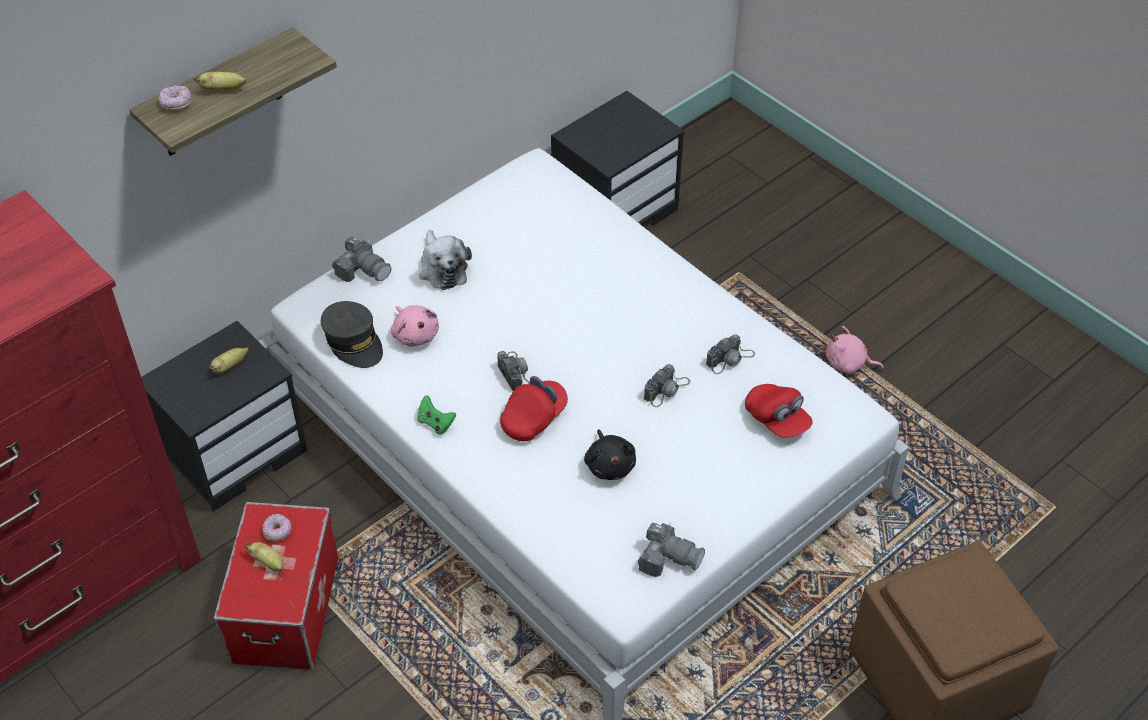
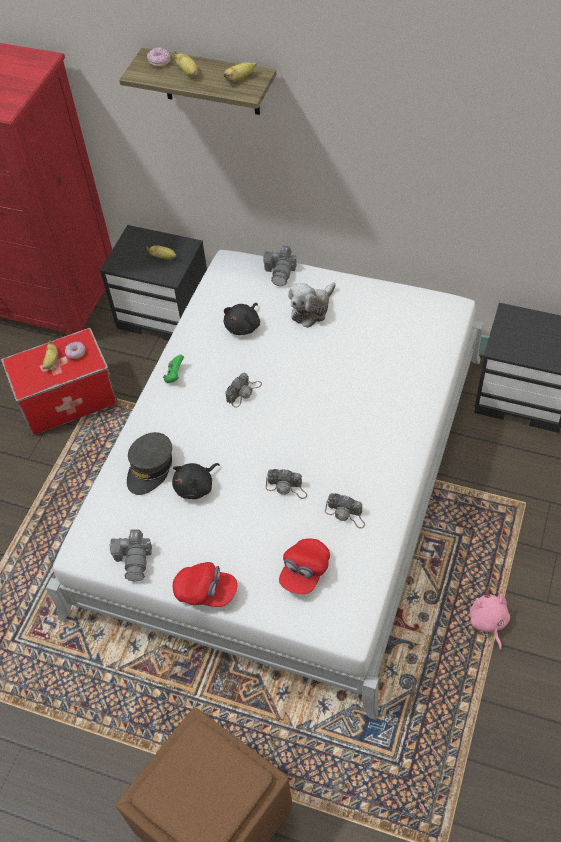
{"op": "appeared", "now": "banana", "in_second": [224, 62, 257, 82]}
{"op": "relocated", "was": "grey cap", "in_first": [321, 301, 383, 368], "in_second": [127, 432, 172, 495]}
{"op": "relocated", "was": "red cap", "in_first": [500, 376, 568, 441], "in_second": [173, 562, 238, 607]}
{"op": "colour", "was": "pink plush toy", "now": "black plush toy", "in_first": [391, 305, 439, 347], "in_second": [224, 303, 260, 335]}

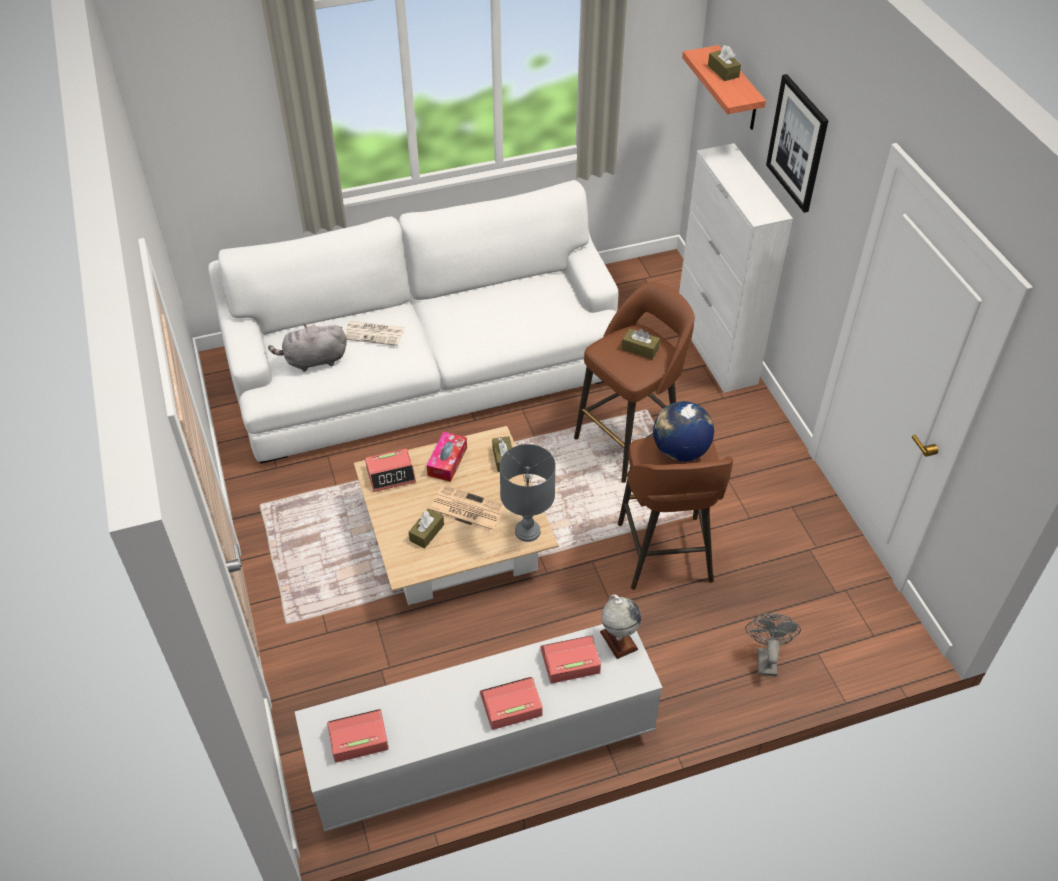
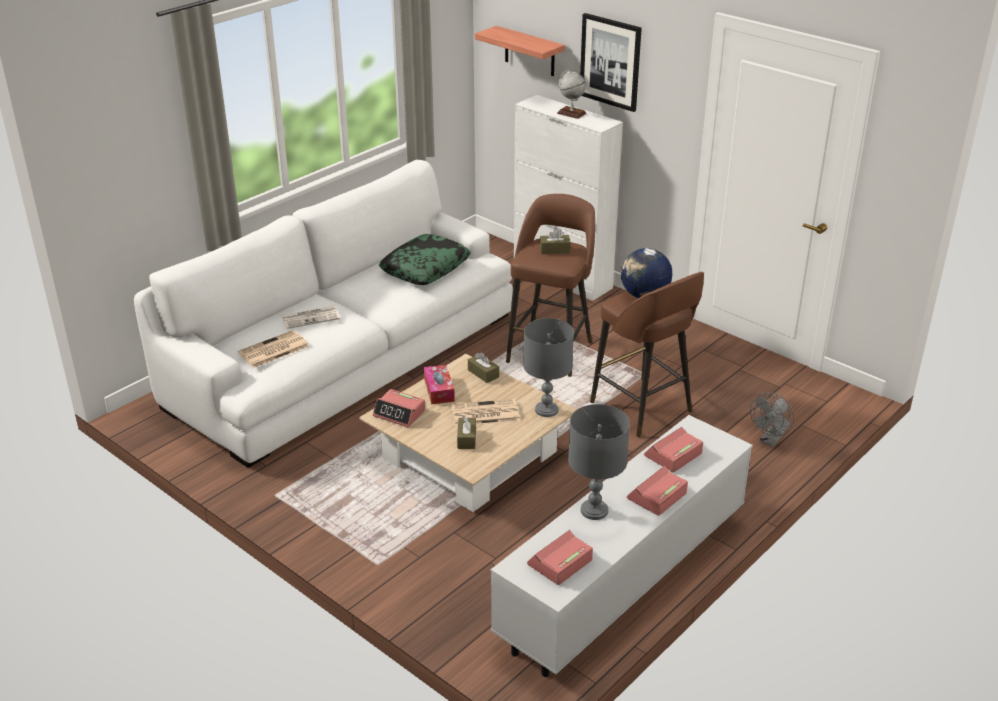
{"op": "missing", "was": "brown tissue box", "in_first": [708, 45, 741, 81]}
{"op": "appeared", "now": "pillow", "in_second": [379, 234, 471, 285]}
{"op": "appeared", "now": "grey table lamp", "in_second": [568, 404, 630, 520]}
{"op": "relocated", "was": "globe", "in_first": [600, 594, 641, 659], "in_second": [557, 70, 586, 119]}
{"op": "exchanged", "was": "grey plush toy", "now": "newspaper", "in_first": [268, 323, 347, 372], "in_second": [238, 330, 310, 368]}
{"op": "spun", "was": "alarm clock", "in_first": [365, 449, 416, 492], "in_second": [373, 389, 425, 427], "clockwise": 75}
{"op": "spun", "was": "grey fan", "in_first": [745, 613, 801, 676], "in_second": [750, 392, 794, 447], "clockwise": -120}

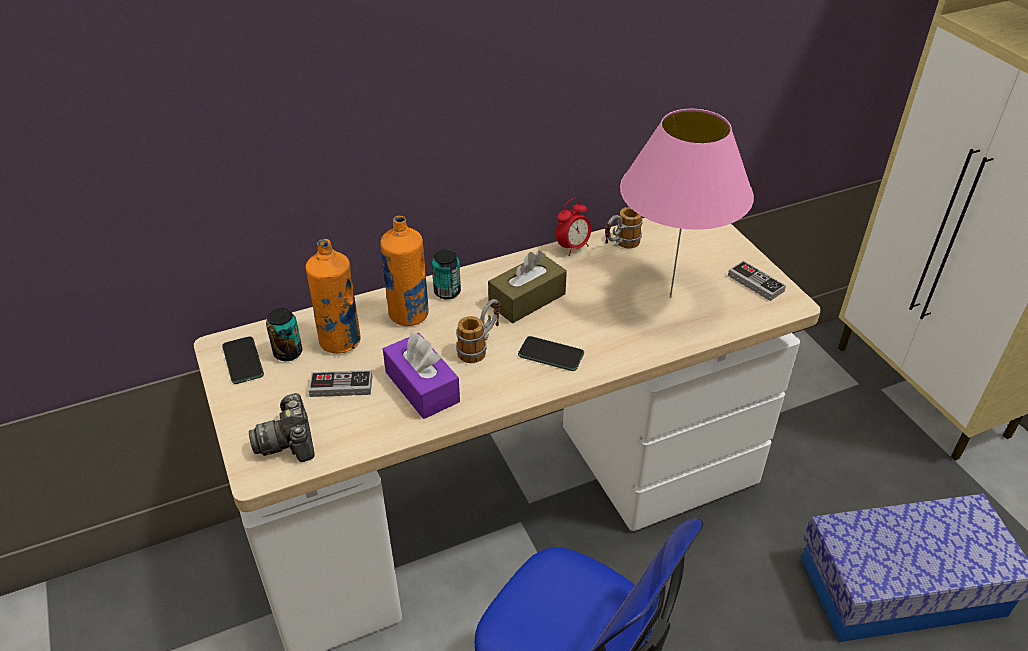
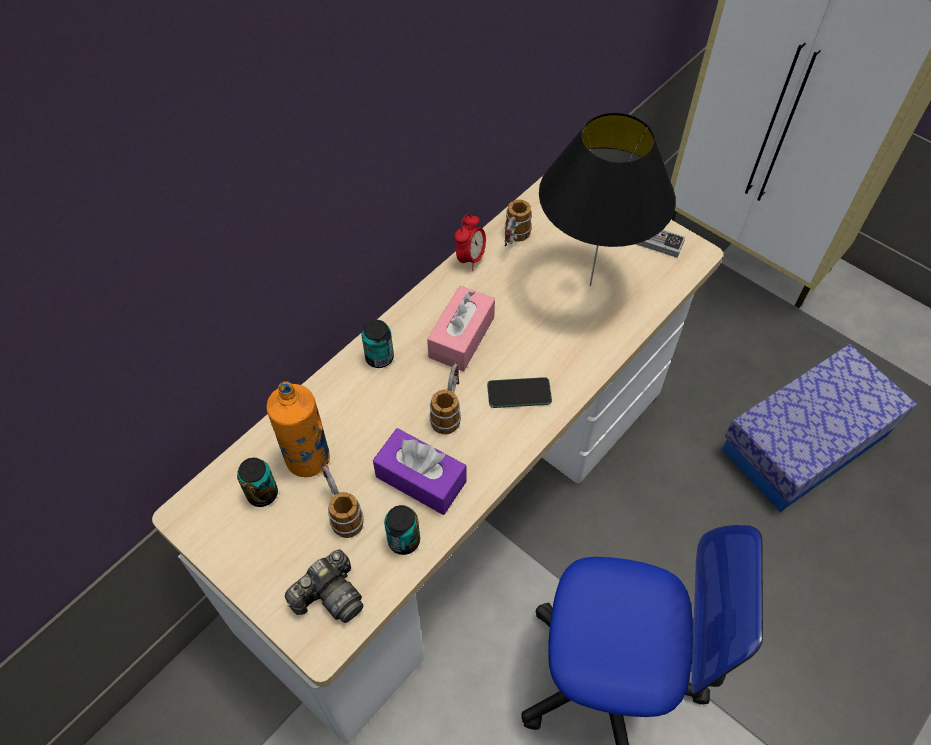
{"op": "missing", "was": "phone", "in_first": [222, 336, 264, 384]}
{"op": "missing", "was": "orange bottle", "in_first": [380, 216, 429, 326]}
{"op": "appeared", "now": "can", "in_second": [384, 505, 420, 555]}
{"op": "exchanged", "was": "game controller", "now": "mug", "in_first": [308, 370, 372, 397], "in_second": [321, 465, 364, 538]}
{"op": "colour", "was": "brown tissue box", "now": "pink tissue box", "in_first": [488, 250, 567, 323], "in_second": [427, 286, 495, 371]}
{"op": "colour", "was": "pink table lamp", "now": "black table lamp", "in_first": [620, 109, 754, 298], "in_second": [539, 112, 676, 286]}
{"op": "spun", "was": "photo camera", "in_first": [249, 393, 314, 462], "in_second": [285, 550, 364, 623], "clockwise": -90}

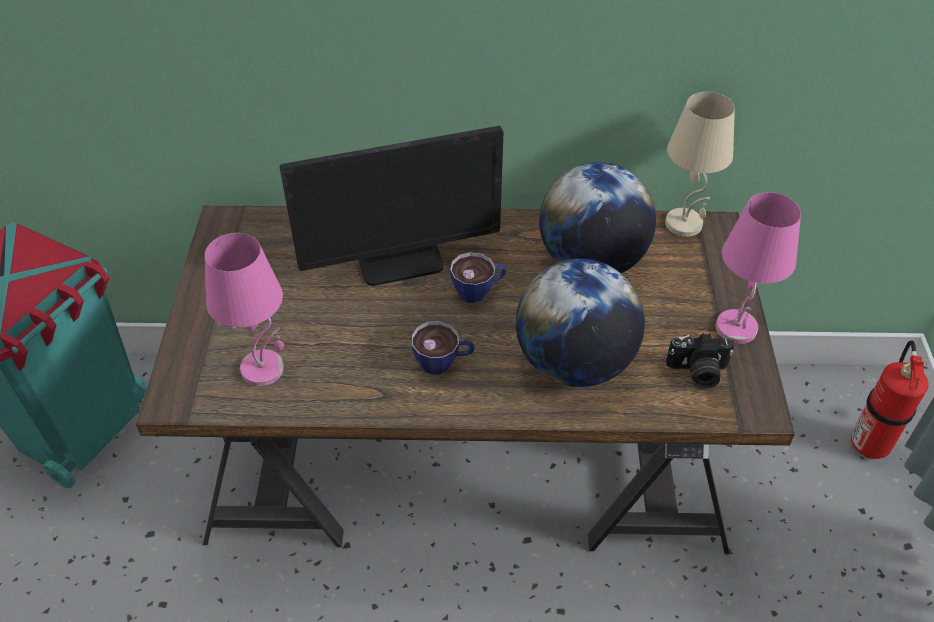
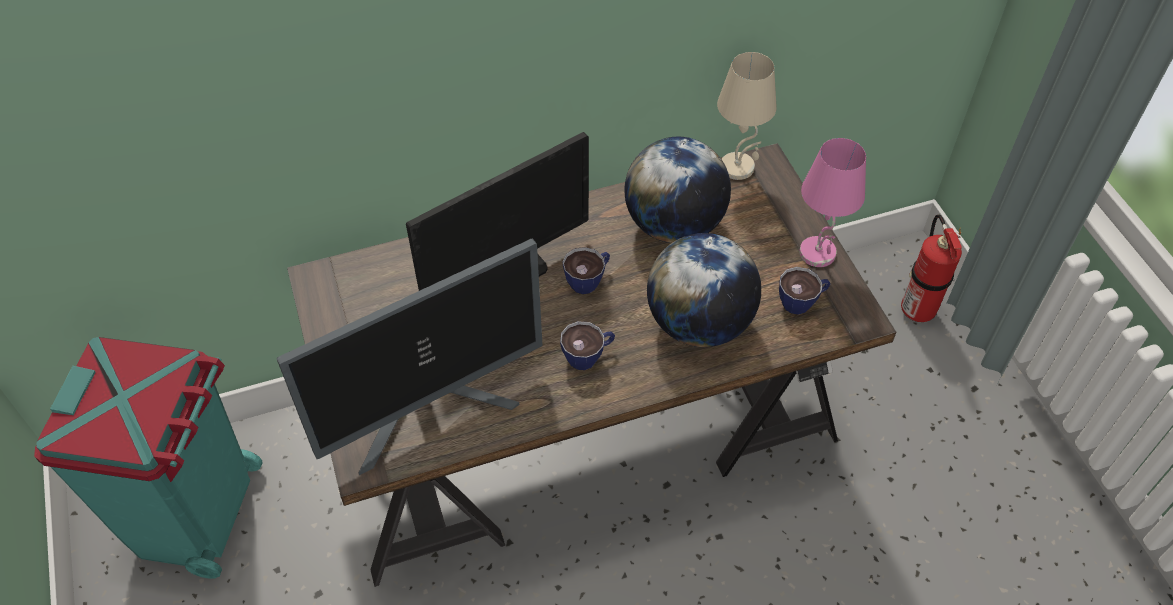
{"op": "exchanged", "was": "pink table lamp", "now": "monitor", "in_first": [205, 233, 284, 386], "in_second": [276, 238, 543, 475]}
{"op": "exchanged", "was": "photo camera", "now": "cup", "in_first": [666, 333, 734, 388], "in_second": [779, 267, 831, 315]}

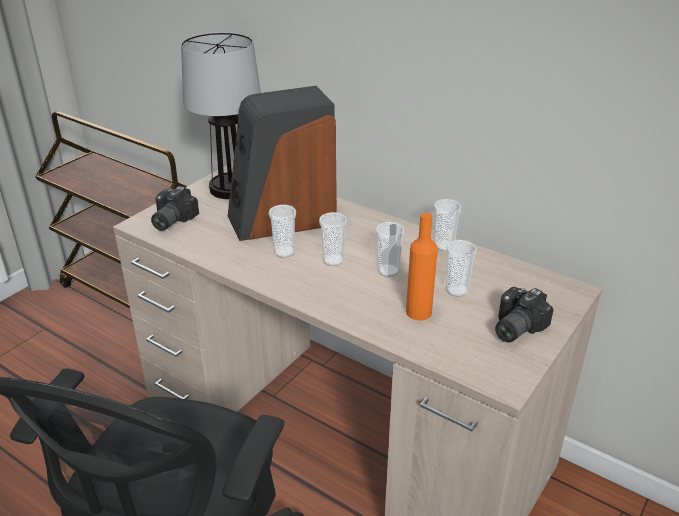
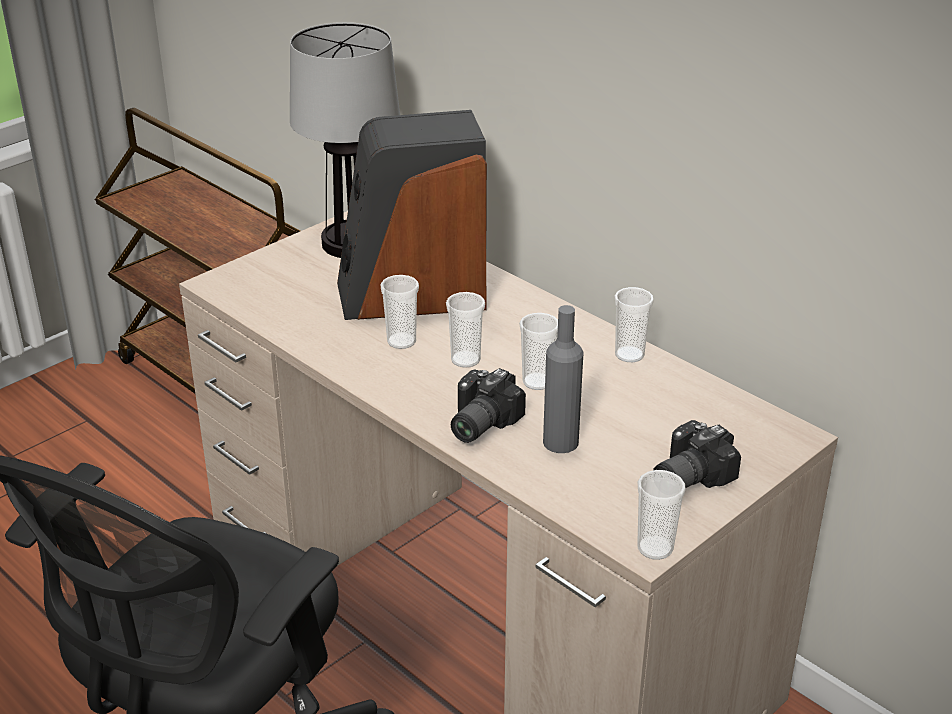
{"op": "relocated", "was": "photo camera", "in_first": [151, 186, 199, 231], "in_second": [451, 368, 526, 443]}
{"op": "relocated", "was": "cup", "in_first": [446, 240, 477, 297], "in_second": [637, 470, 686, 560]}
{"op": "colour", "was": "orange bottle", "now": "grey bottle", "in_first": [406, 213, 438, 320], "in_second": [543, 305, 583, 453]}

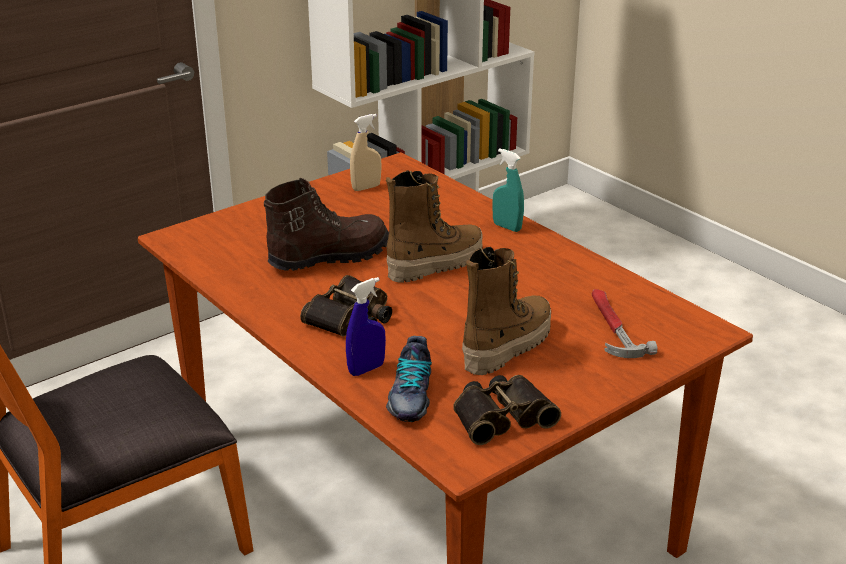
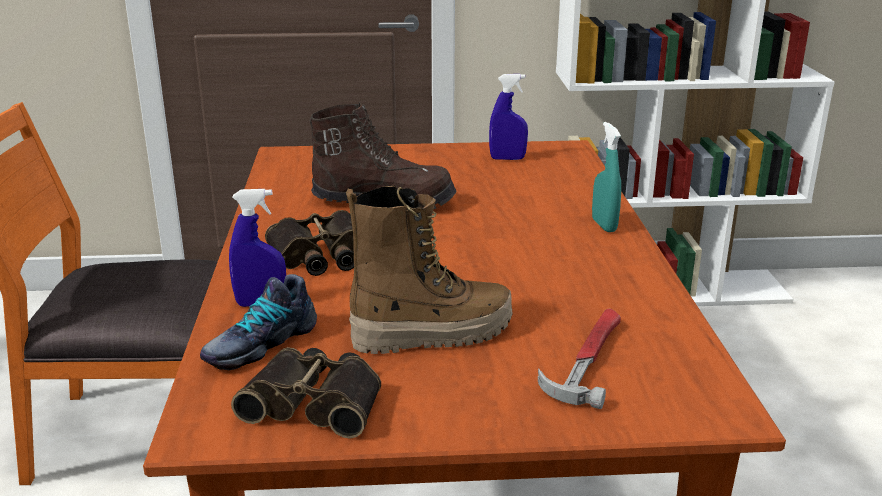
{"op": "missing", "was": "boot", "in_first": [386, 170, 483, 283]}
{"op": "colour", "was": "beige spray bottle", "now": "blue spray bottle", "in_first": [350, 114, 382, 191], "in_second": [489, 74, 528, 160]}

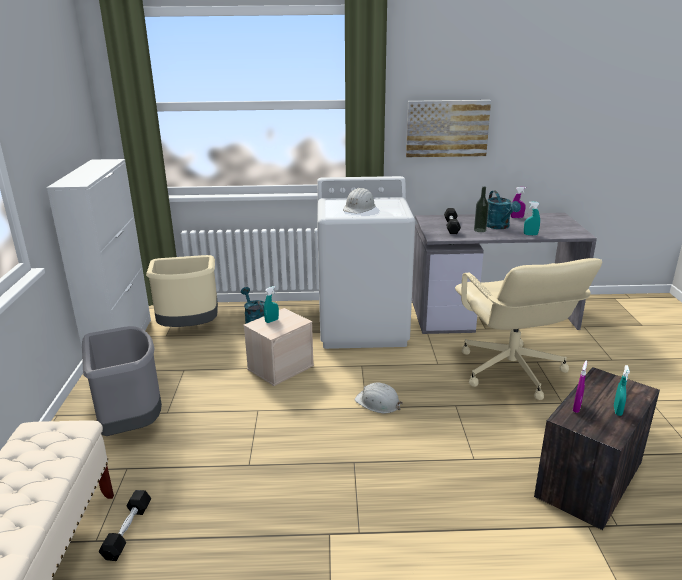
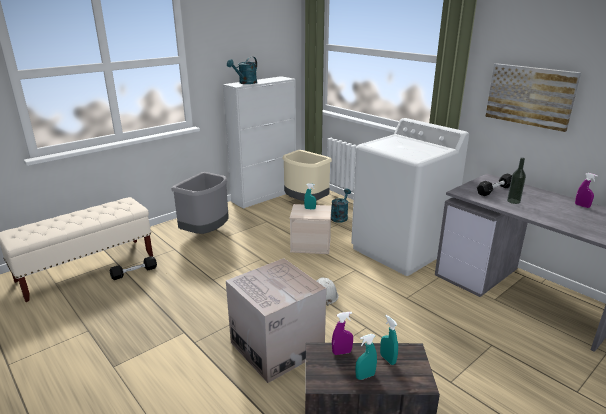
{"op": "missing", "was": "white hard hat", "in_first": [343, 188, 376, 213]}
{"op": "missing", "was": "beige office chair", "in_first": [455, 258, 602, 400]}
{"op": "appeared", "now": "cardboard box", "in_second": [226, 258, 326, 383]}
{"op": "relocated", "was": "turquoise watering can", "in_first": [487, 191, 521, 229], "in_second": [227, 56, 257, 84]}
{"op": "relocated", "was": "turquoise spray bottle", "in_first": [524, 202, 540, 235], "in_second": [380, 315, 398, 365]}

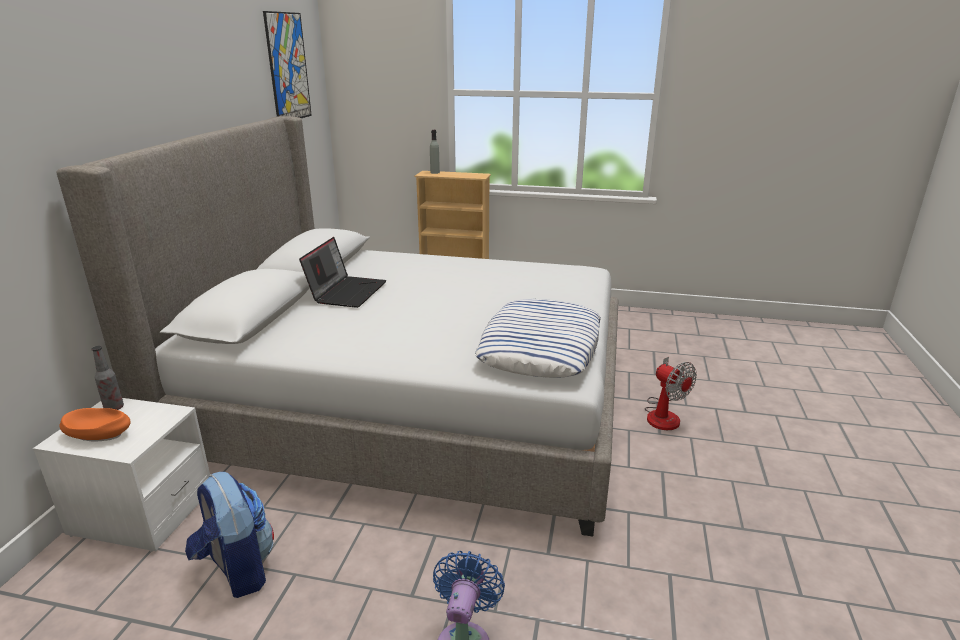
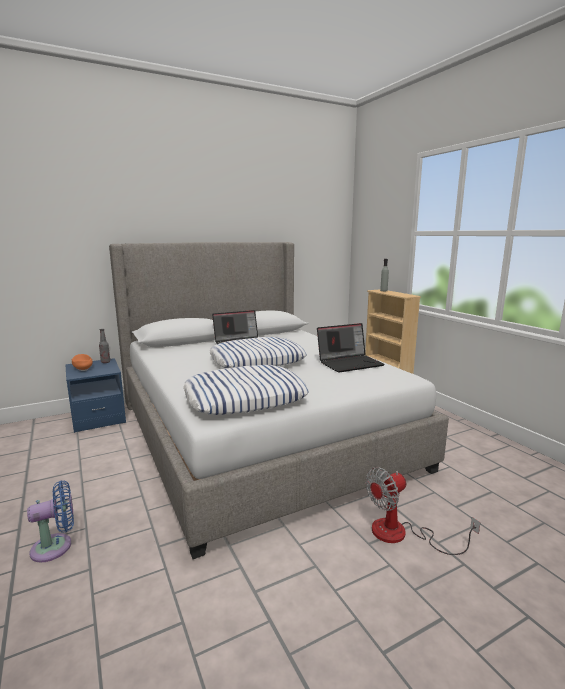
{"op": "missing", "was": "backpack", "in_first": [185, 472, 274, 598]}
{"op": "missing", "was": "picture", "in_first": [263, 11, 312, 118]}
{"op": "appeared", "now": "pillow", "in_second": [210, 337, 307, 368]}
{"op": "appeared", "now": "laptop", "in_second": [317, 323, 385, 372]}
{"op": "colour", "was": "white nightstand", "now": "blue nightstand", "in_first": [33, 398, 210, 552], "in_second": [66, 358, 126, 433]}
{"op": "spun", "was": "fan", "in_first": [645, 357, 697, 430], "in_second": [365, 467, 481, 555], "clockwise": 45}

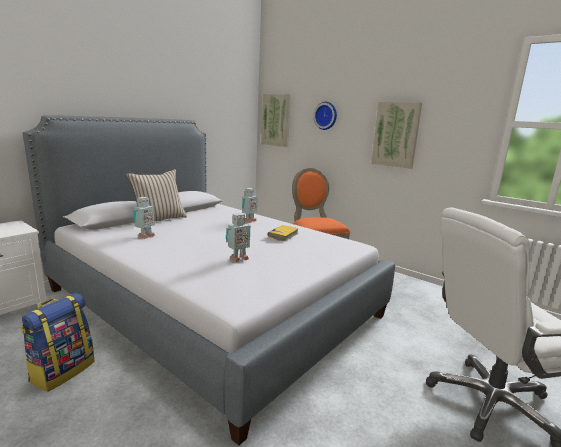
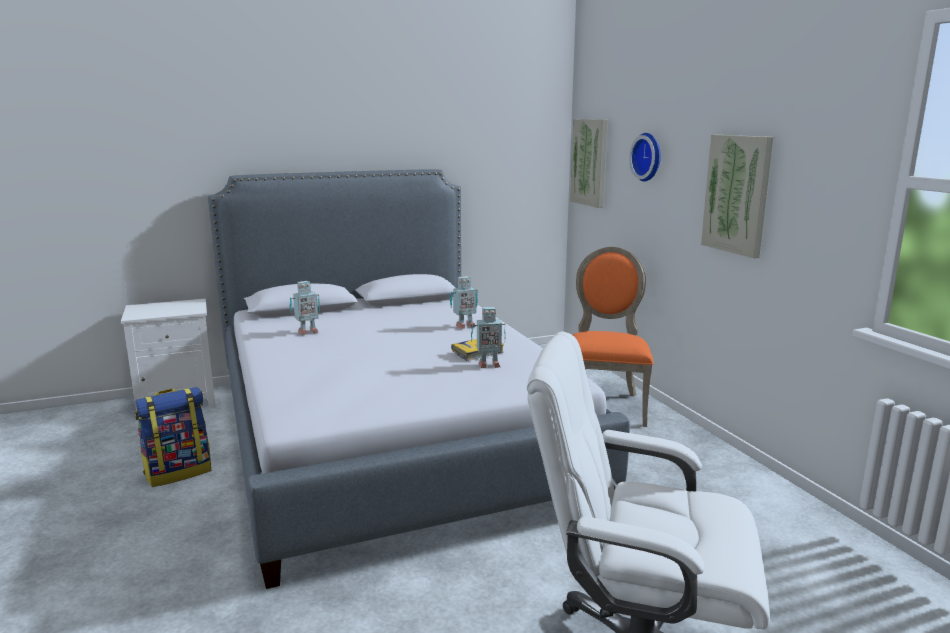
{"op": "missing", "was": "beige pillow", "in_first": [126, 169, 187, 221]}
{"op": "relocated", "was": "toy robot", "in_first": [226, 213, 251, 262], "in_second": [471, 307, 506, 368]}

